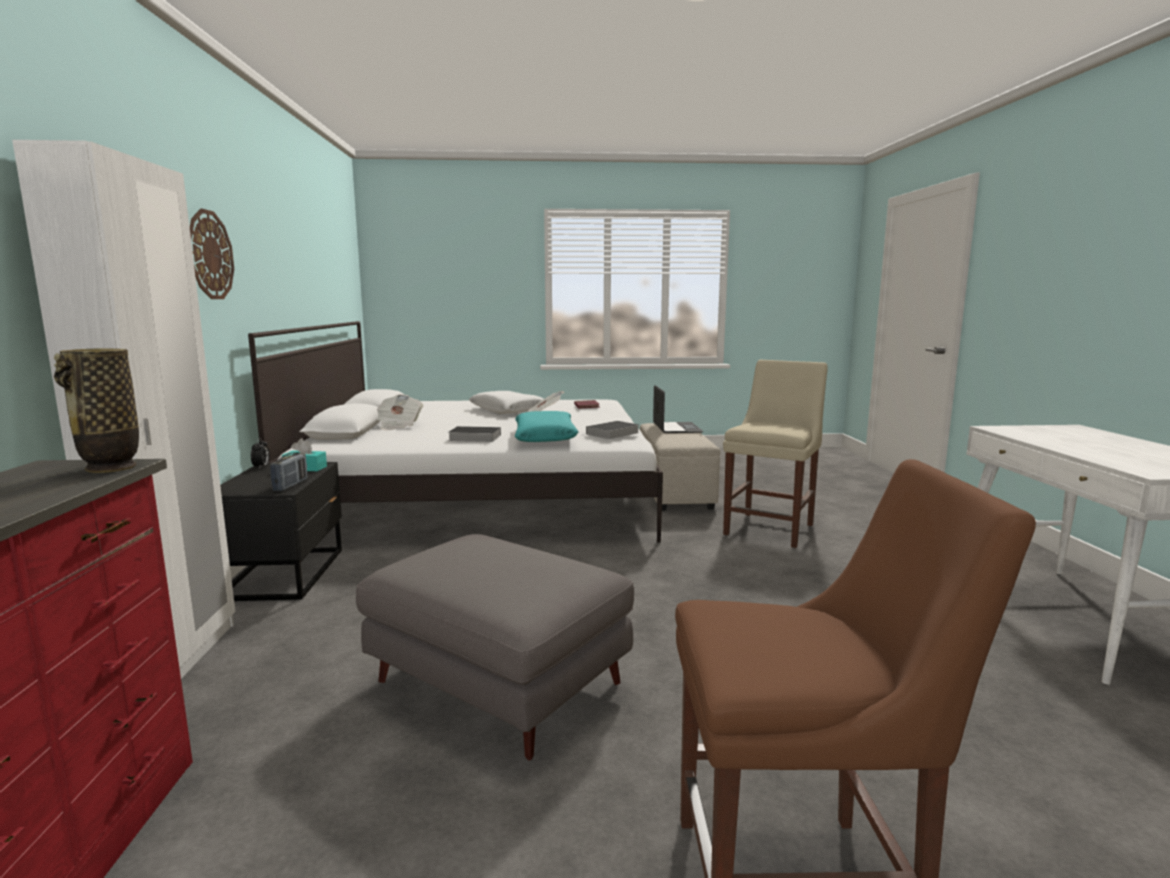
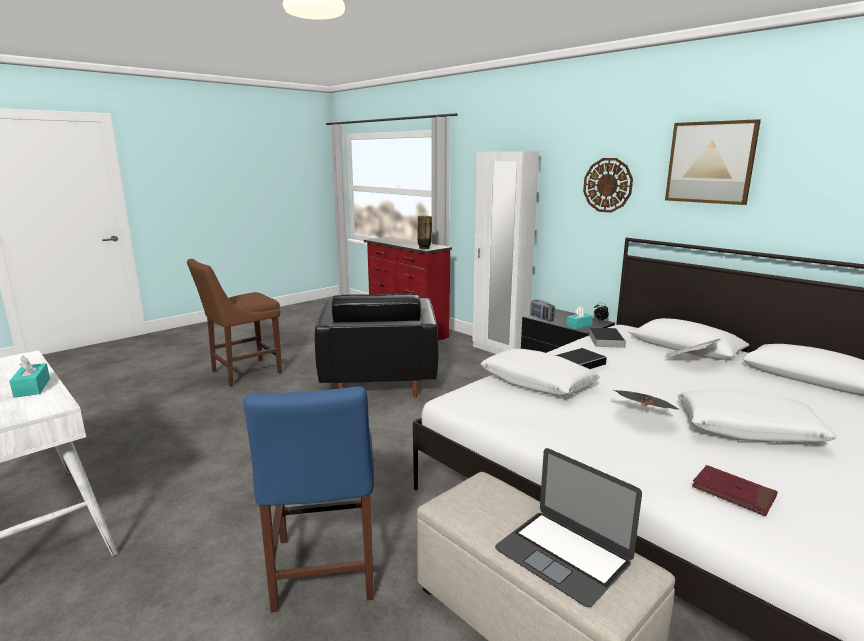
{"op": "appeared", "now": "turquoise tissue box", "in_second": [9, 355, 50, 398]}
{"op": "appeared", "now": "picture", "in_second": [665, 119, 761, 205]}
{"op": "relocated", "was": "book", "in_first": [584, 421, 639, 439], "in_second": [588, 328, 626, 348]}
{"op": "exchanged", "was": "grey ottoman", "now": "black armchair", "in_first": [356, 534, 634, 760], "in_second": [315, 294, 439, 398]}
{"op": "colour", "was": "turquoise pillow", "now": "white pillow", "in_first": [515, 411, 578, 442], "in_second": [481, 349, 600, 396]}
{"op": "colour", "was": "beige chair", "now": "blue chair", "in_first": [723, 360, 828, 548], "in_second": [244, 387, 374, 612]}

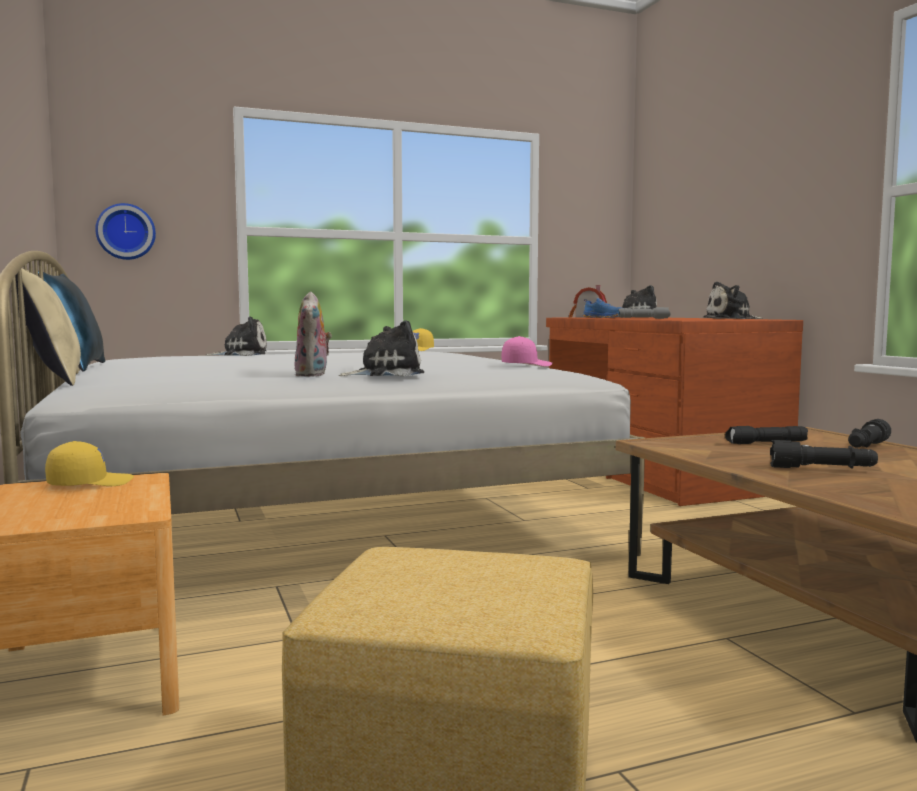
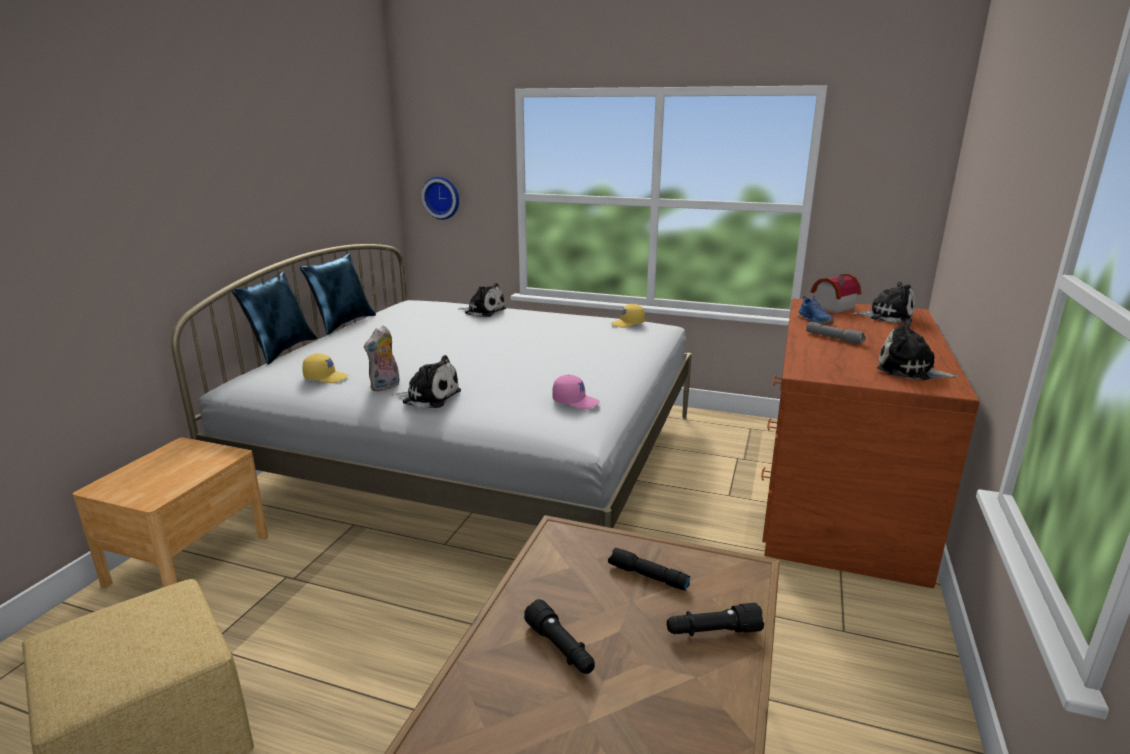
{"op": "relocated", "was": "yellow cap", "in_first": [45, 441, 134, 486], "in_second": [302, 353, 349, 383]}
{"op": "colour", "was": "beige pillow", "now": "blue pillow", "in_first": [15, 268, 81, 386], "in_second": [232, 271, 317, 364]}

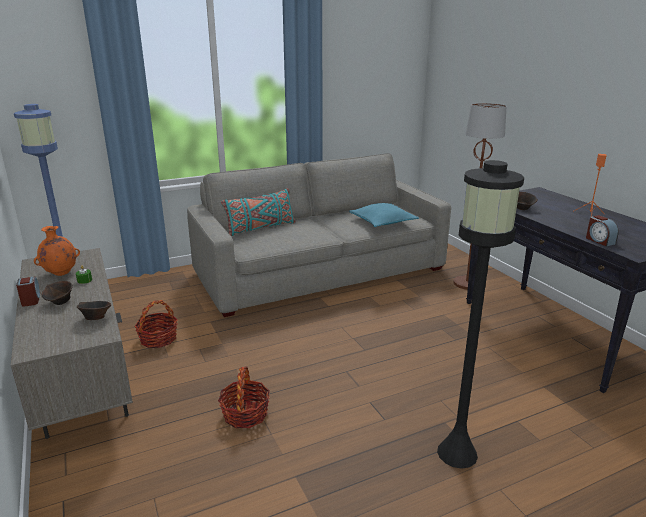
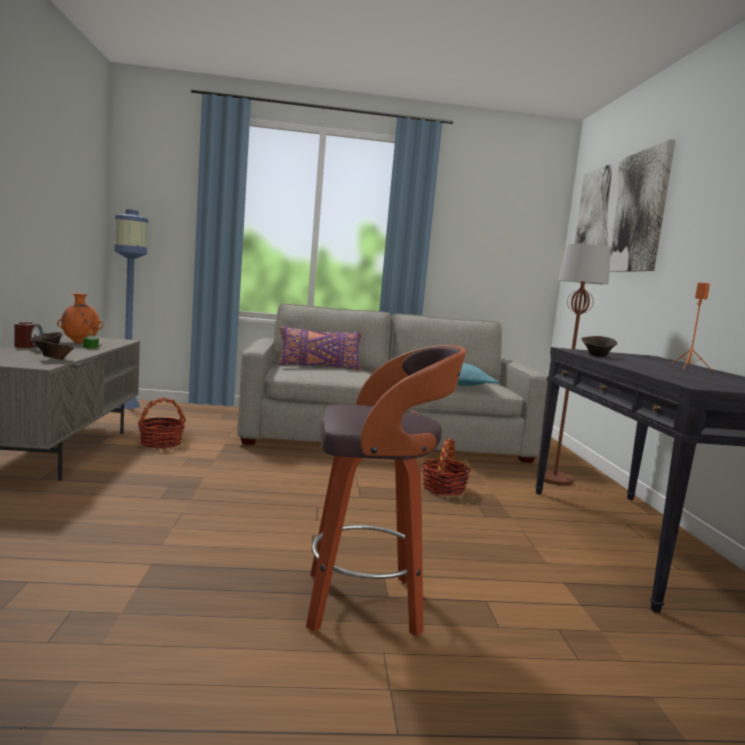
{"op": "missing", "was": "alarm clock", "in_first": [586, 215, 619, 246]}
{"op": "appeared", "now": "picture", "in_second": [574, 139, 676, 272]}
{"op": "relocated", "was": "basket", "in_first": [218, 366, 270, 428], "in_second": [421, 438, 471, 496]}
{"op": "exchanged", "was": "black floor lamp", "now": "stool", "in_first": [437, 160, 524, 469], "in_second": [306, 345, 466, 637]}
{"op": "colour", "was": "turquoise pillow", "now": "purple pillow", "in_first": [221, 188, 296, 236], "in_second": [279, 326, 362, 370]}

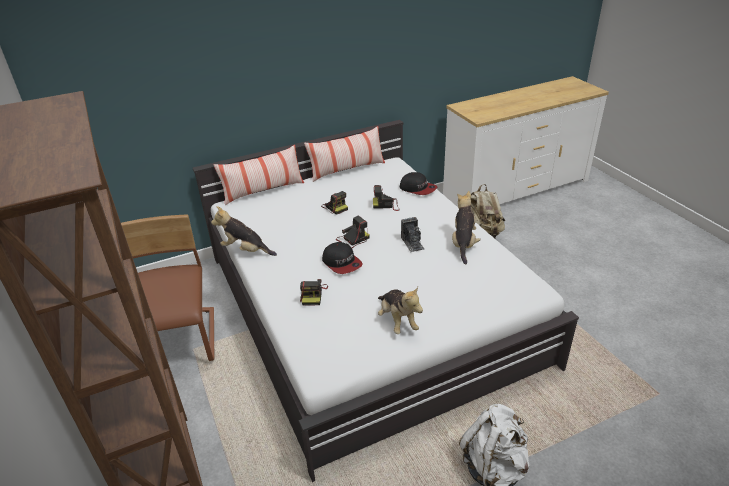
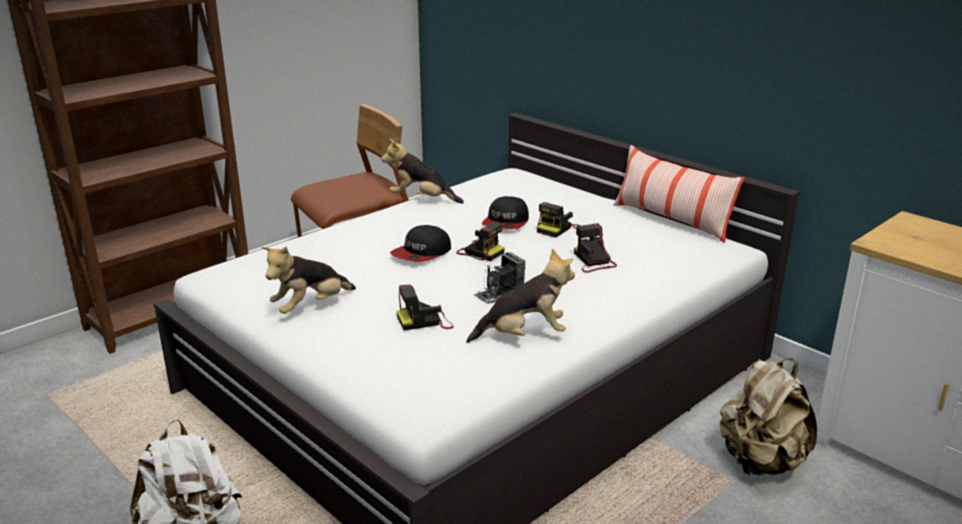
{"op": "missing", "was": "pillow", "in_first": [214, 145, 304, 205]}
{"op": "relocated", "was": "photo camera", "in_first": [300, 279, 328, 306], "in_second": [397, 285, 454, 330]}
{"op": "relocated", "was": "cap", "in_first": [400, 172, 437, 195], "in_second": [482, 196, 529, 229]}
{"op": "spun", "was": "plush toy", "in_first": [211, 206, 277, 256], "in_second": [381, 138, 464, 204], "clockwise": -75}

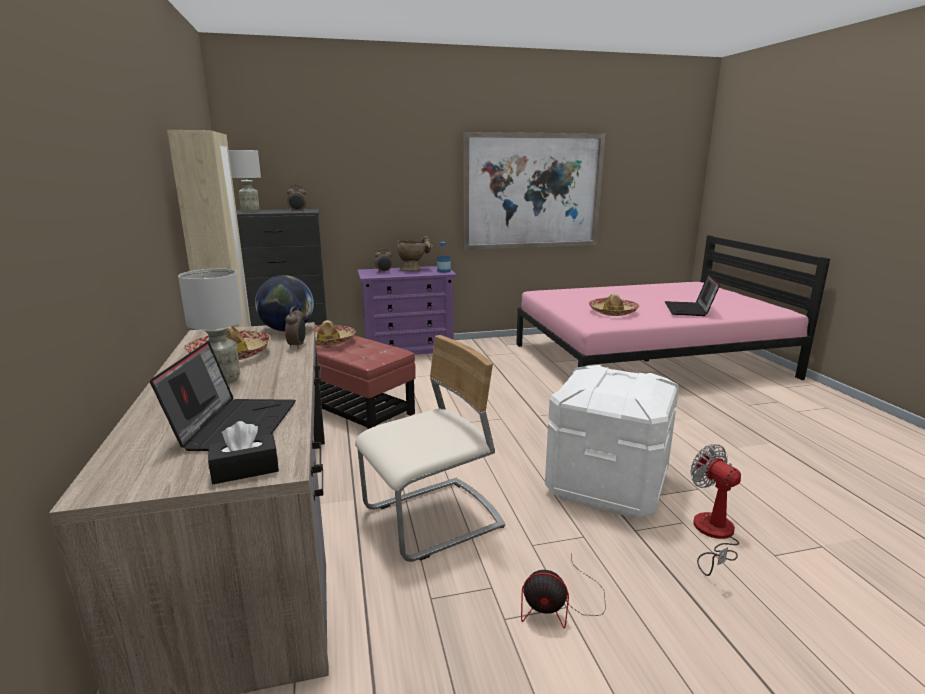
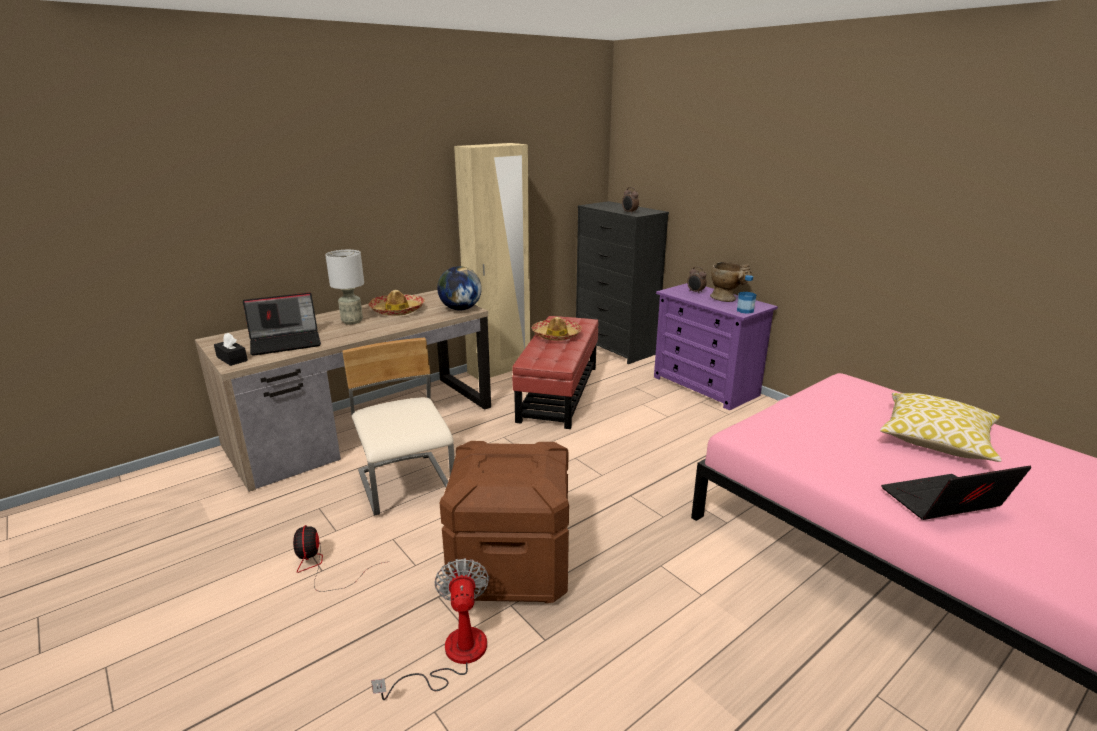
{"op": "missing", "was": "grey table lamp", "in_first": [229, 150, 261, 212]}
{"op": "missing", "was": "alarm clock", "in_first": [285, 307, 306, 349]}
{"op": "missing", "was": "picture", "in_first": [463, 132, 605, 250]}
{"op": "missing", "was": "hat", "in_first": [589, 293, 639, 316]}
{"op": "appeared", "now": "pillow", "in_second": [880, 393, 1001, 462]}
{"op": "colour", "was": "white storage box", "now": "brown storage box", "in_first": [545, 365, 679, 518], "in_second": [440, 441, 569, 603]}
{"op": "spun", "was": "beige chair", "in_first": [355, 335, 505, 562], "in_second": [342, 338, 455, 516], "clockwise": -150}
{"op": "spun", "was": "fan", "in_first": [690, 444, 741, 576], "in_second": [371, 558, 489, 700], "clockwise": -45}

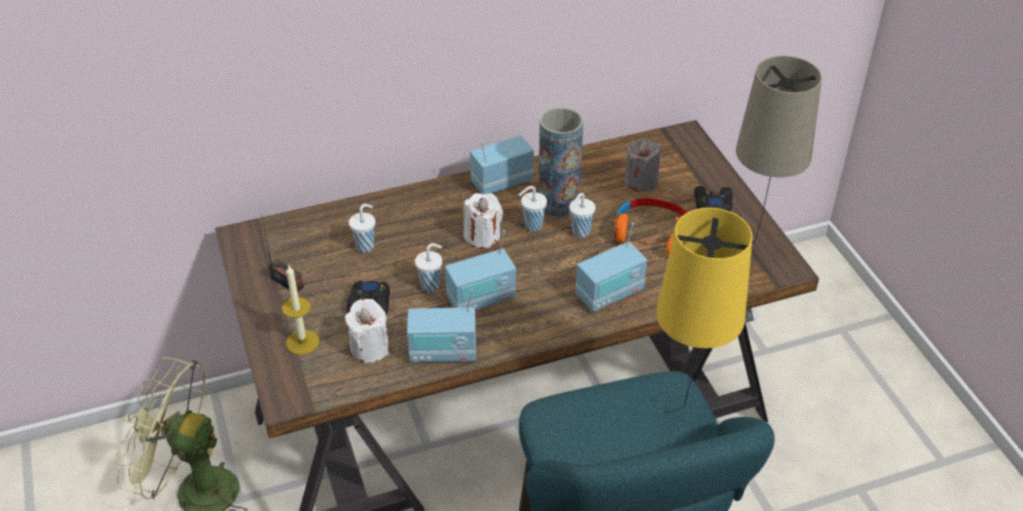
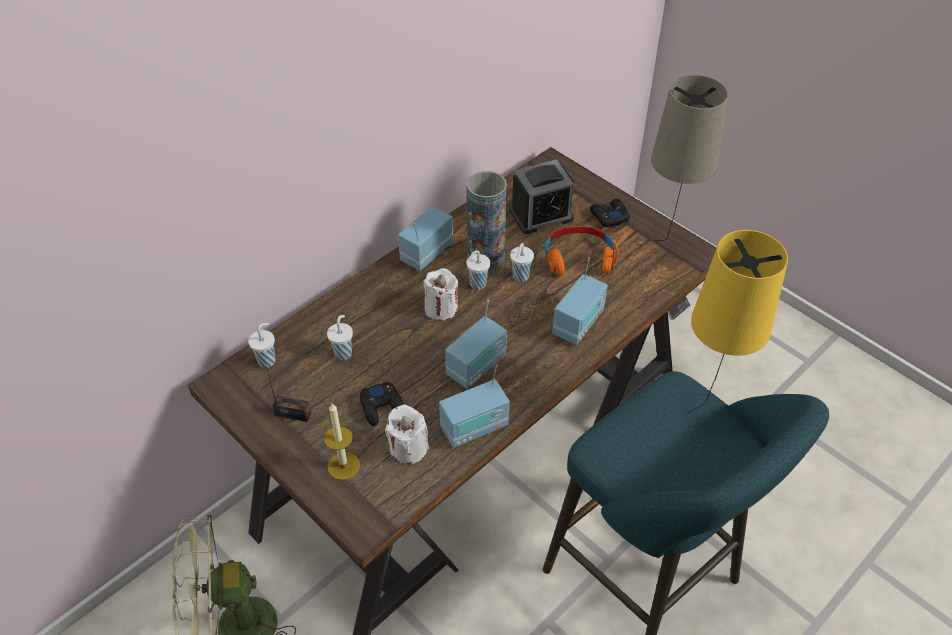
{"op": "relocated", "was": "white cup", "in_first": [415, 243, 442, 292], "in_second": [248, 323, 276, 368]}
{"op": "exchanged", "was": "grey candle", "now": "alarm clock", "in_first": [624, 138, 662, 192], "in_second": [510, 159, 574, 234]}

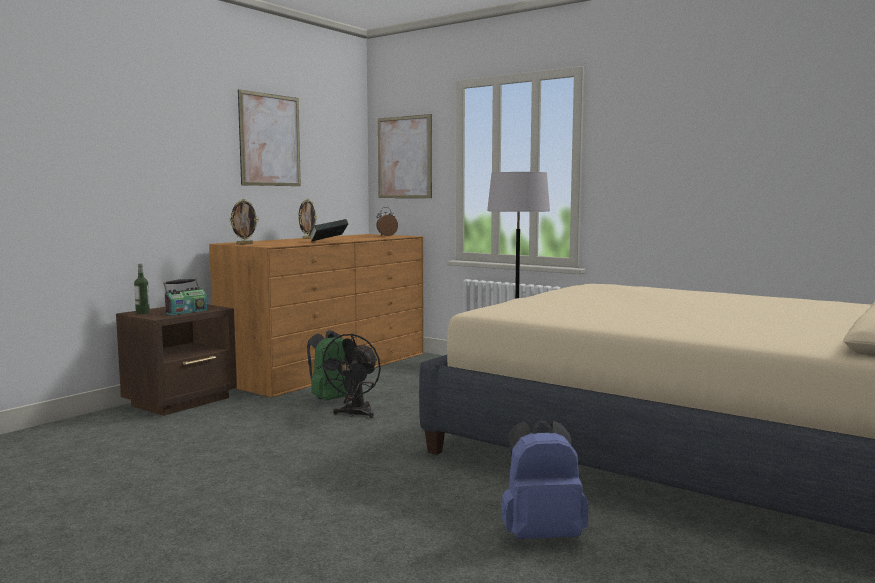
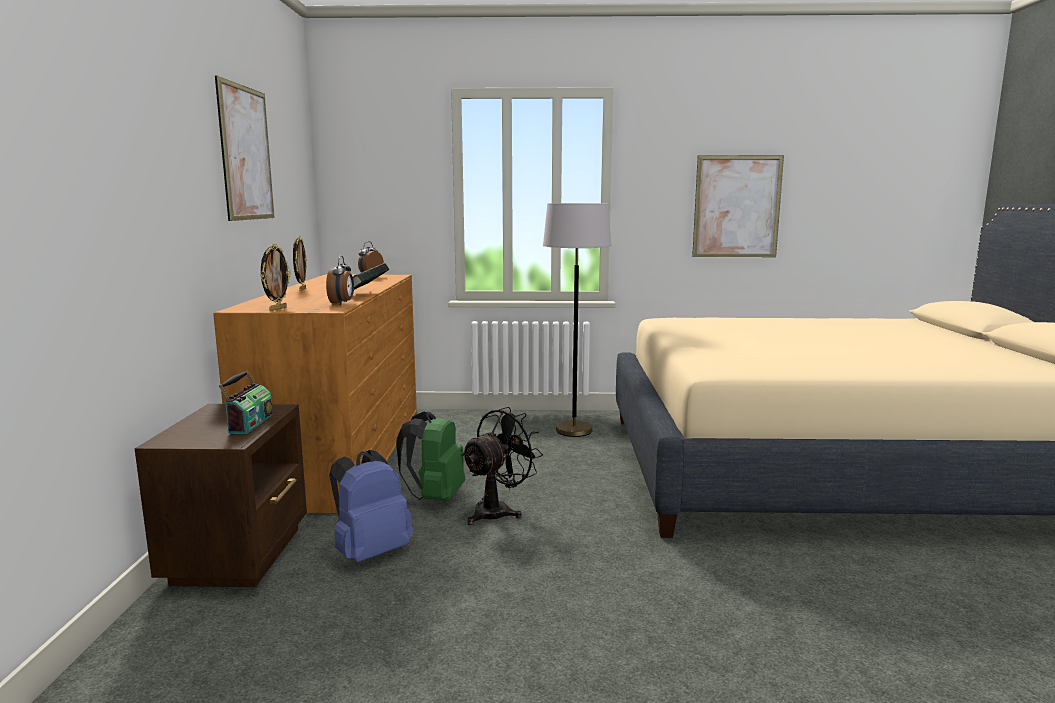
{"op": "missing", "was": "bottle", "in_first": [134, 264, 150, 314]}
{"op": "appeared", "now": "alarm clock", "in_second": [326, 256, 354, 305]}
{"op": "relocated", "was": "picture", "in_first": [378, 114, 432, 198], "in_second": [692, 155, 784, 257]}
{"op": "relocated", "was": "blue backpack", "in_first": [501, 419, 588, 539], "in_second": [329, 450, 413, 563]}
{"op": "spun", "was": "black fan", "in_first": [317, 333, 381, 418], "in_second": [461, 407, 543, 525], "clockwise": -120}

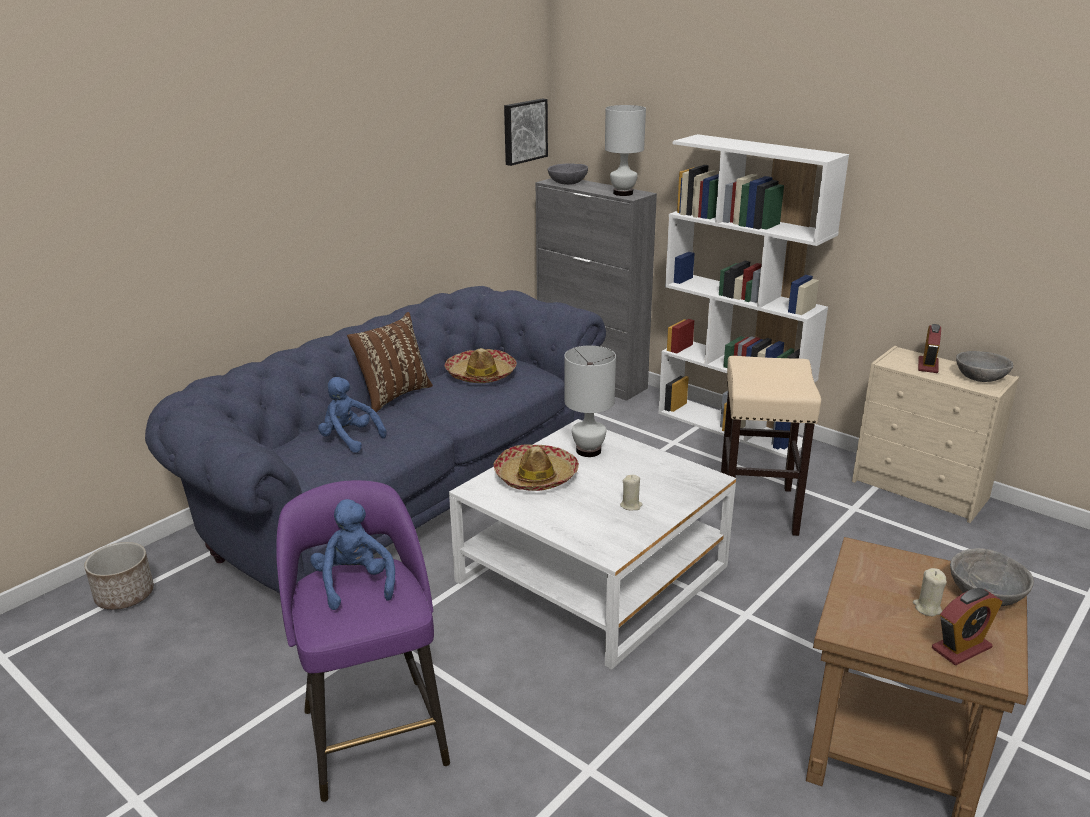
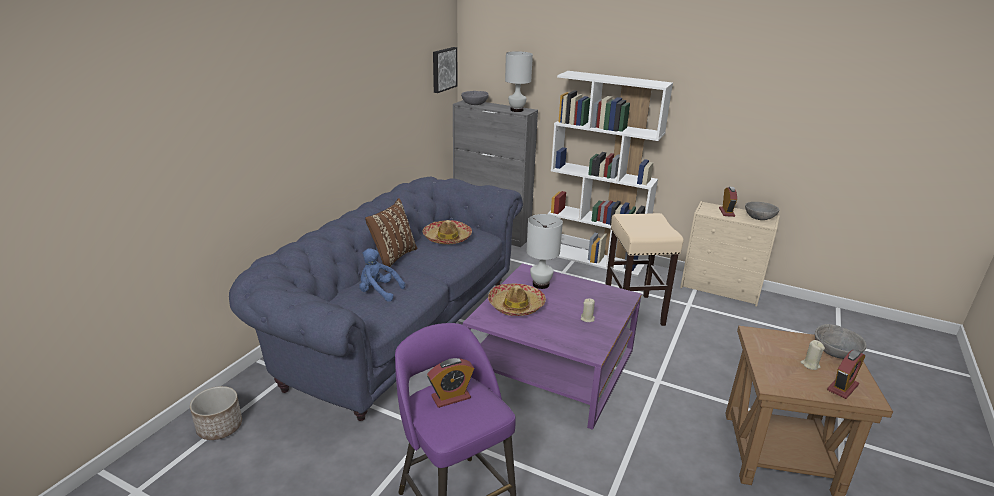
{"op": "exchanged", "was": "blue plush toy", "now": "alarm clock", "in_first": [310, 499, 395, 610], "in_second": [427, 358, 474, 408]}
{"op": "colour", "was": "white coffee table", "now": "purple coffee table", "in_first": [449, 419, 736, 670], "in_second": [463, 263, 642, 430]}

